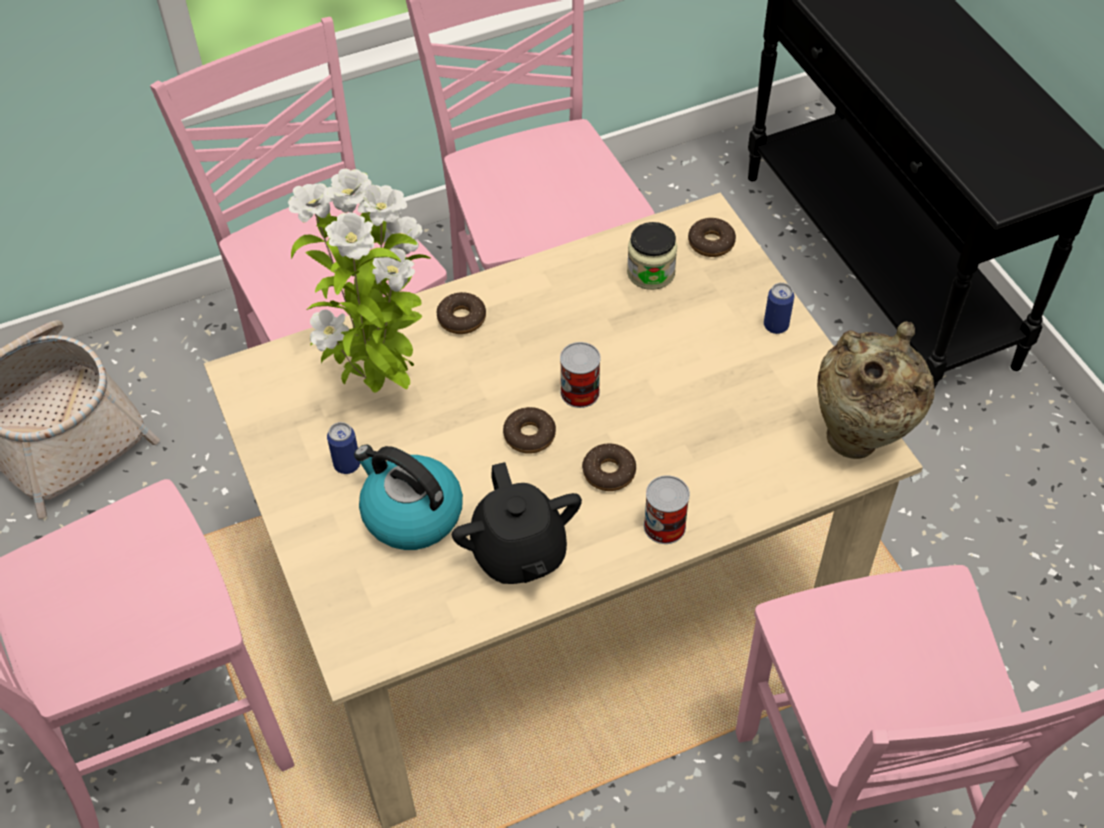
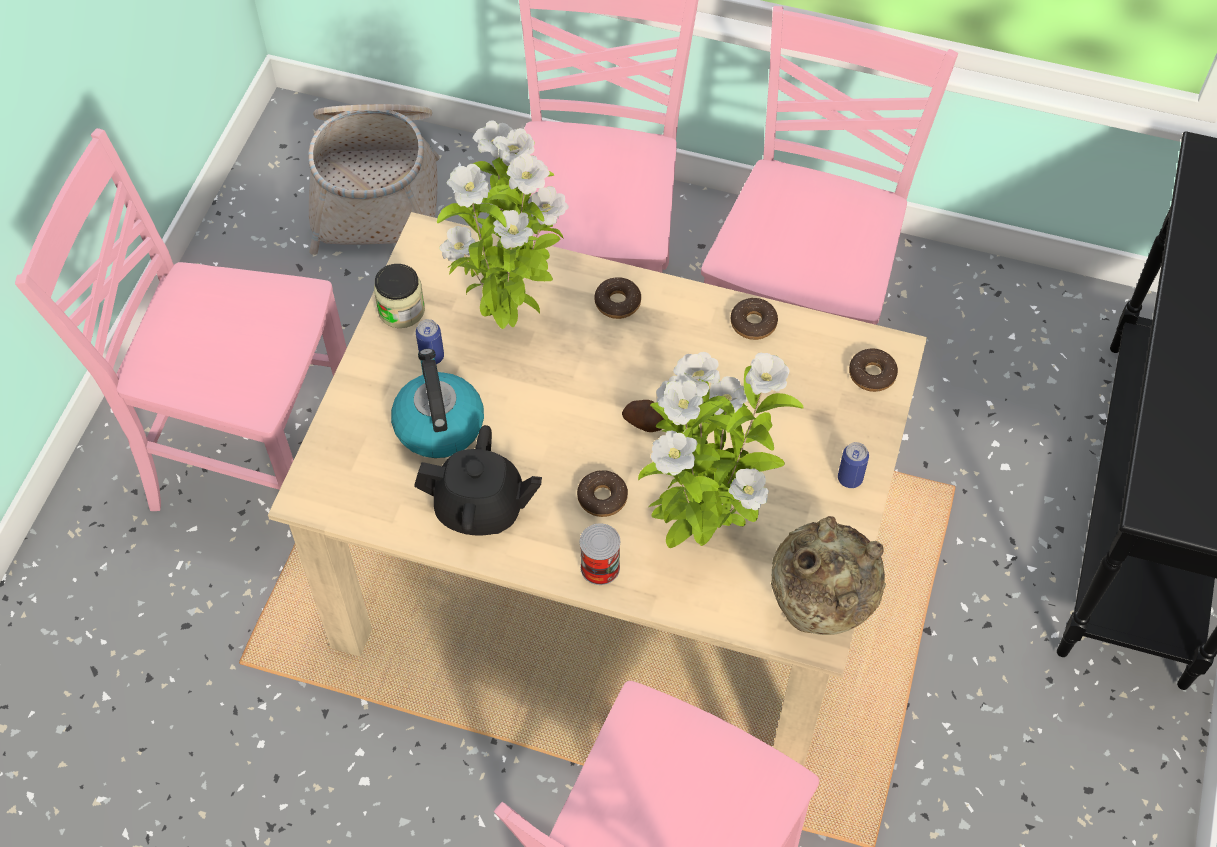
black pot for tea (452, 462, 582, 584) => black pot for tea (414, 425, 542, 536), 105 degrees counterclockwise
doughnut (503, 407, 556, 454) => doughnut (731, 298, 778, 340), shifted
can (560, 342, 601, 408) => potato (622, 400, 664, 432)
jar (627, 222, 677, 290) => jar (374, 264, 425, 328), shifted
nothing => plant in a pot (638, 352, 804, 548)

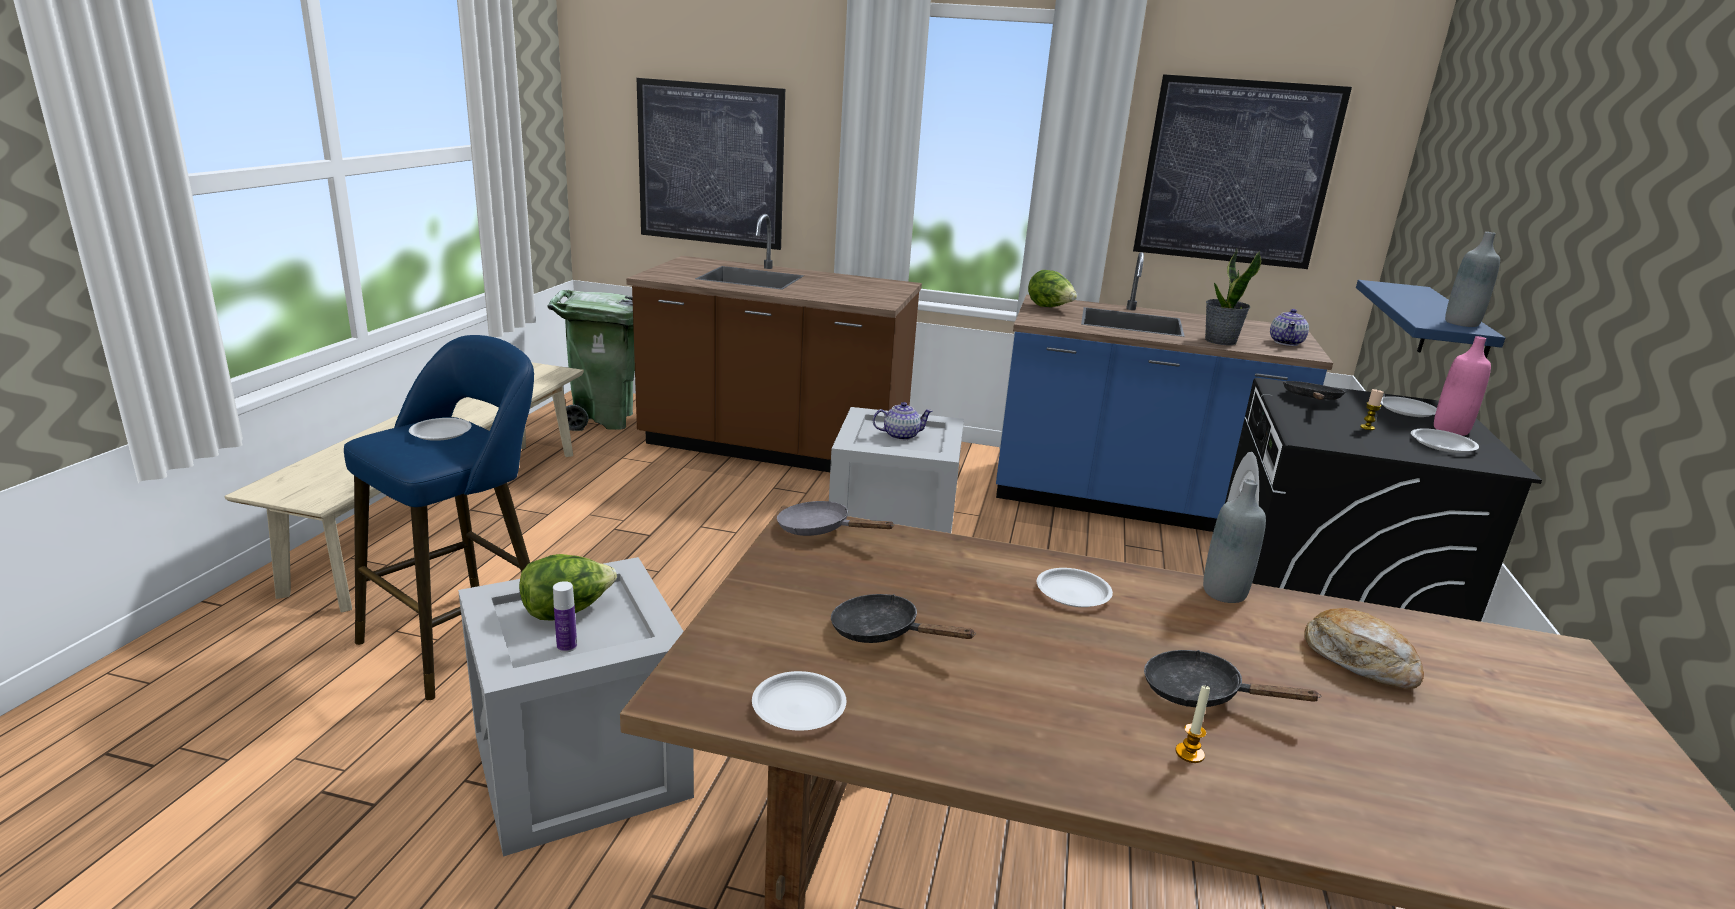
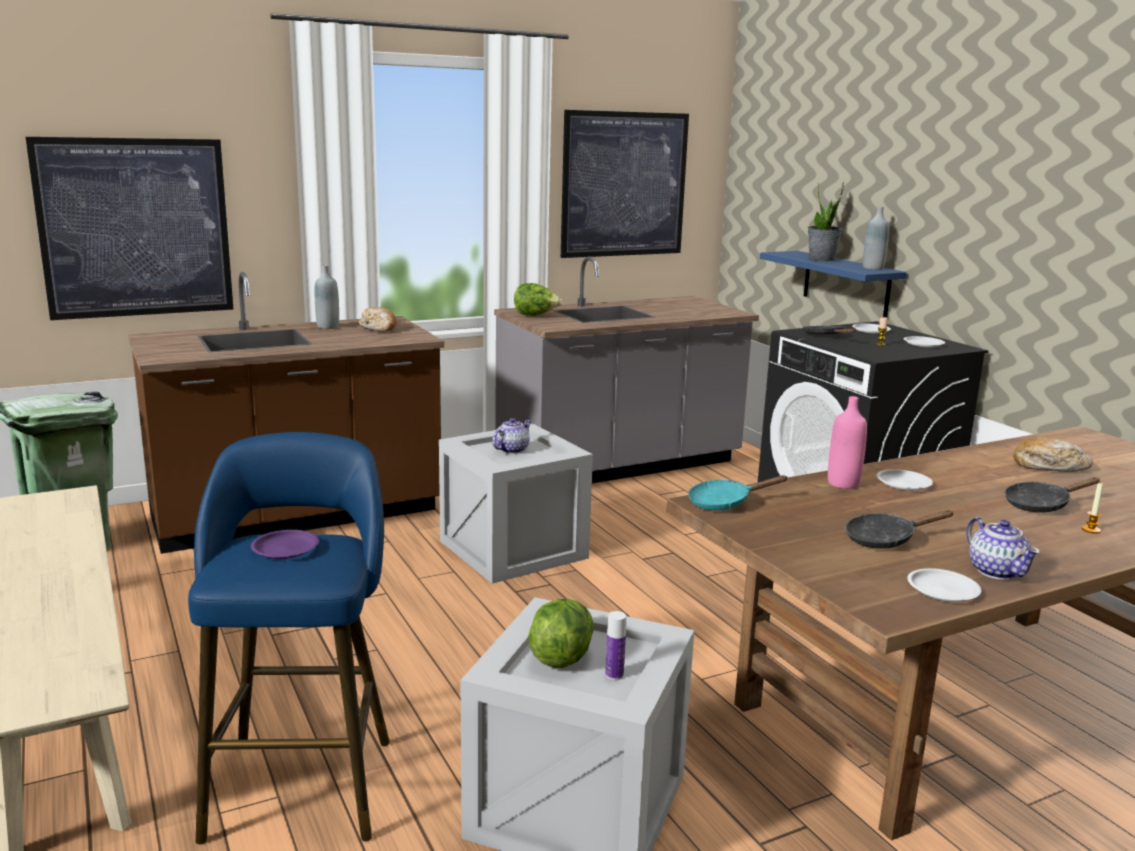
whitish dinner plate (409, 418, 472, 441) => purple dinner plate (251, 530, 319, 559)
gray pan (777, 501, 895, 536) => turquoise pan (688, 475, 788, 511)
blue-coloured counter (996, 252, 1333, 532) => gray counter (494, 256, 759, 483)
gray drink bottle (1203, 480, 1266, 603) => gray drink bottle (315, 265, 339, 329), shifted
plant in a pot (1205, 248, 1262, 345) => plant in a pot (807, 181, 844, 261), shifted
pot for tea (1270, 309, 1309, 346) => pot for tea (966, 517, 1041, 580), shifted
pink drink bottle (1434, 336, 1491, 436) => pink drink bottle (828, 396, 867, 489), shifted
nothing => baked bread (359, 307, 397, 332)

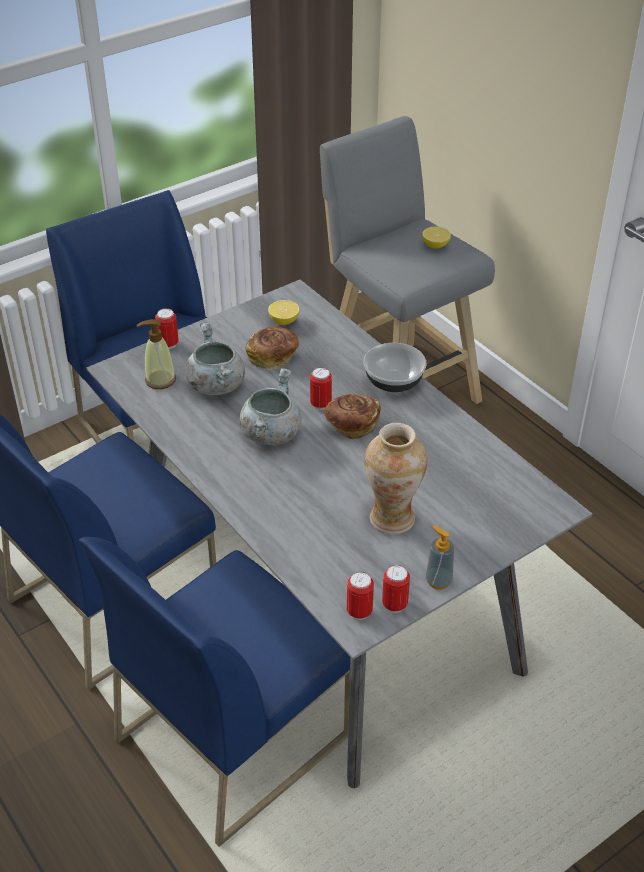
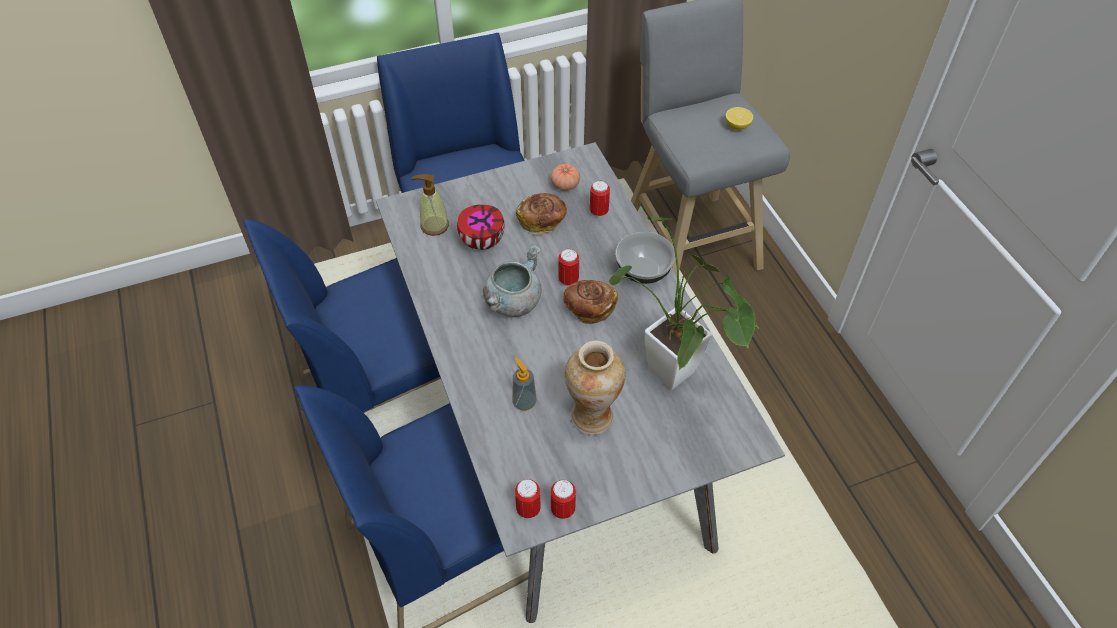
can (155, 308, 179, 349) => can (590, 180, 610, 217), shifted
gray stockpot (185, 323, 245, 395) => bowl (457, 204, 504, 250)
whole lemon (268, 300, 300, 325) => whole tomato (551, 164, 580, 190)
liquid soap bottle (426, 525, 454, 590) => liquid soap bottle (512, 357, 536, 411), shifted
nothing => plant in a pot (609, 215, 758, 389)

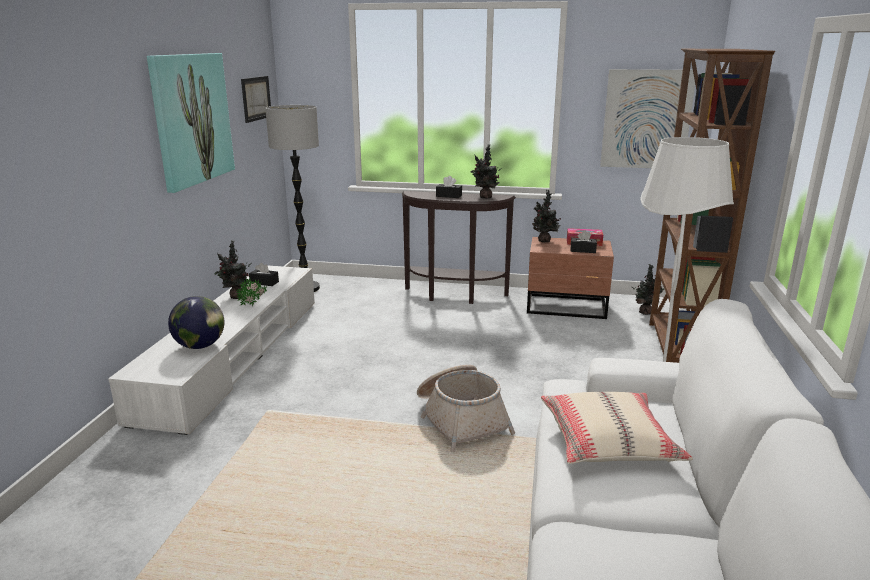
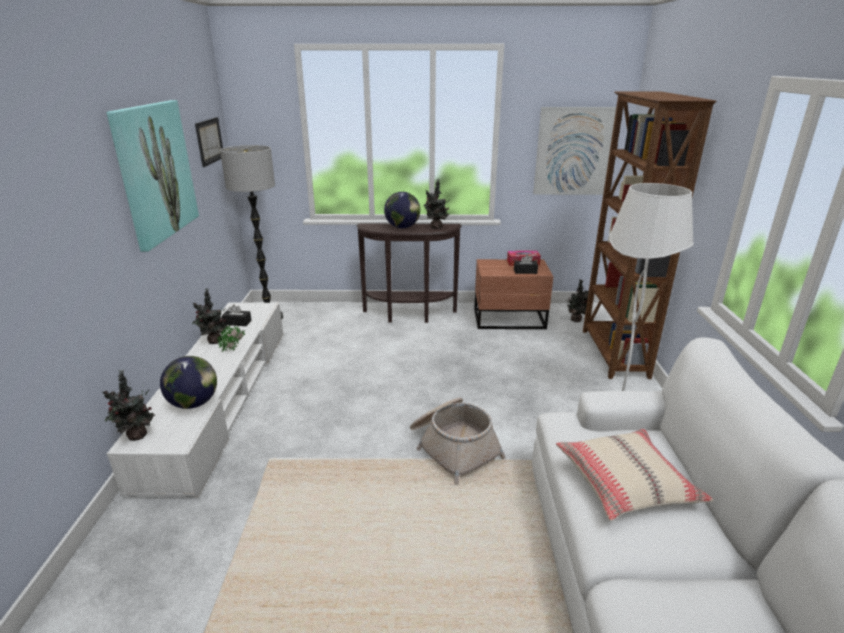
black box of tissues (436, 176, 462, 198) => world globe (384, 192, 420, 228)
plant in a pot (532, 190, 561, 242) => plant in a pot (102, 370, 155, 441), shifted

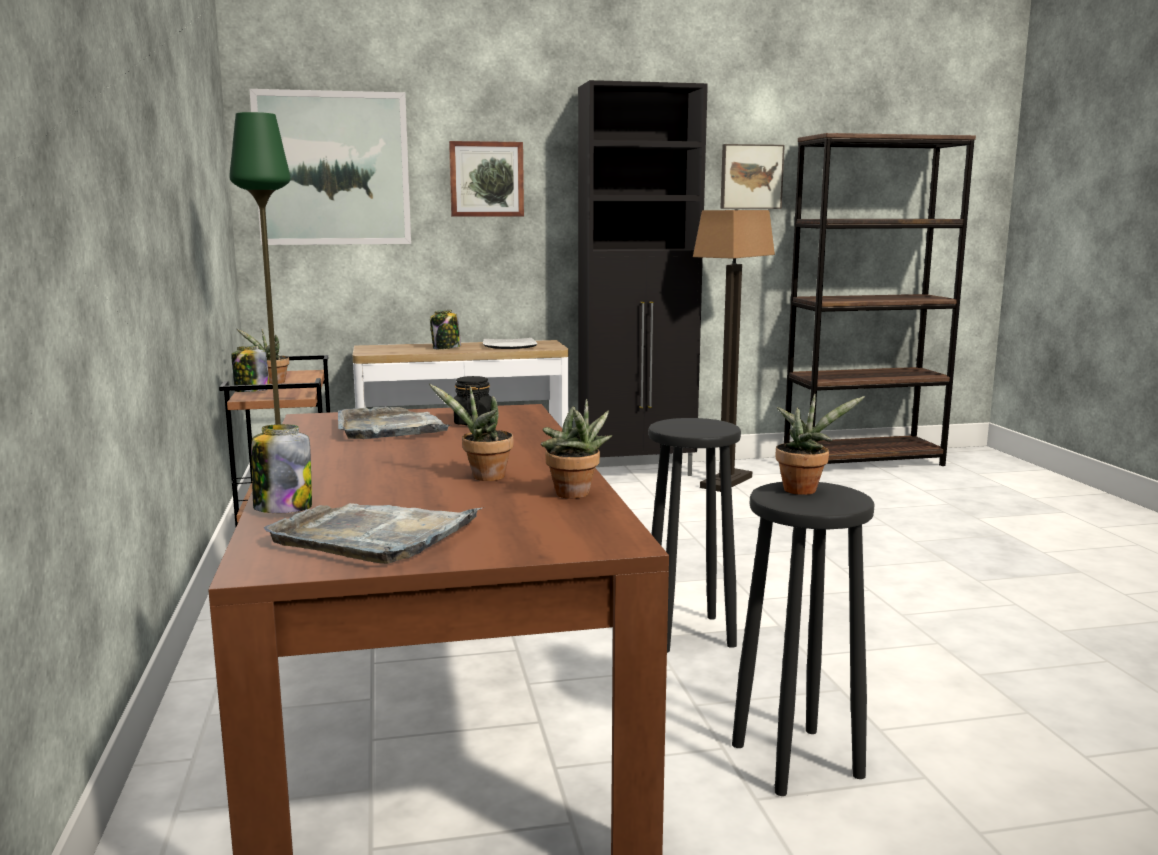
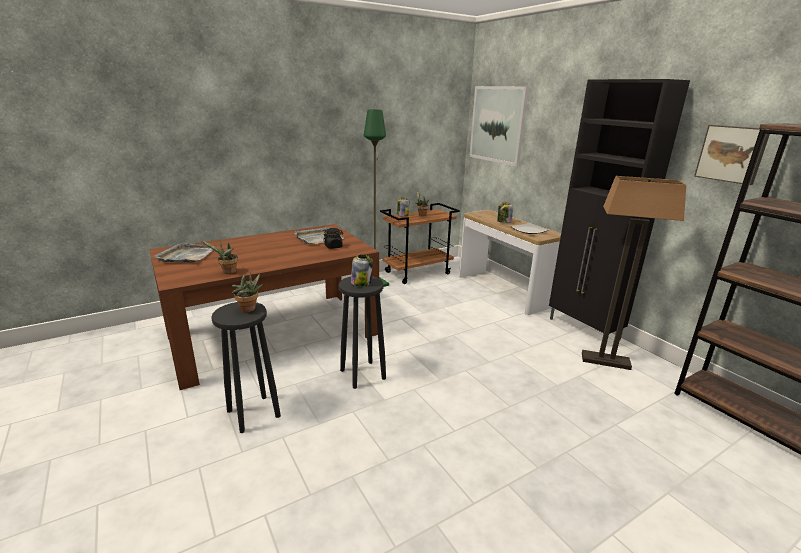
jar (251, 424, 312, 513) => jar (351, 254, 373, 286), shifted
plant in a pot (429, 384, 514, 481) => nothing
picture (449, 141, 524, 217) => nothing

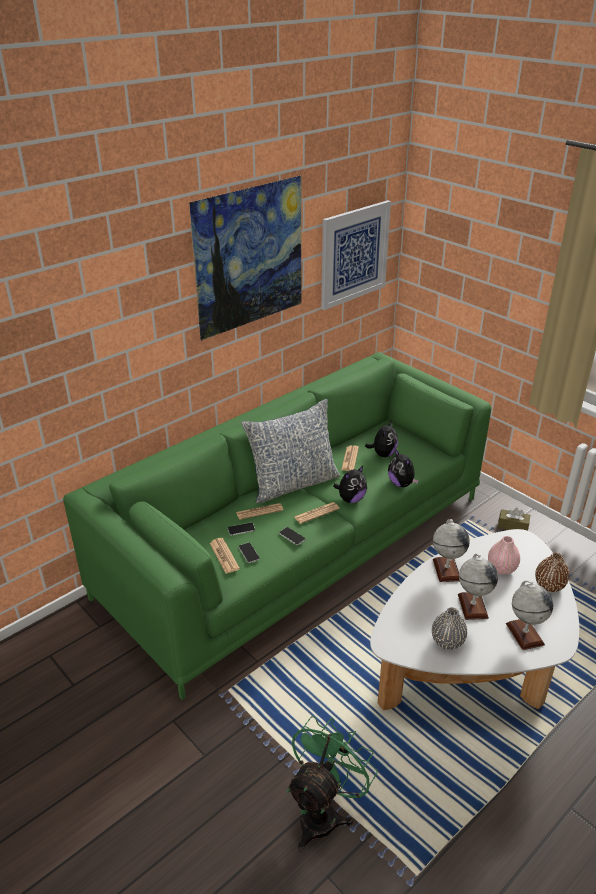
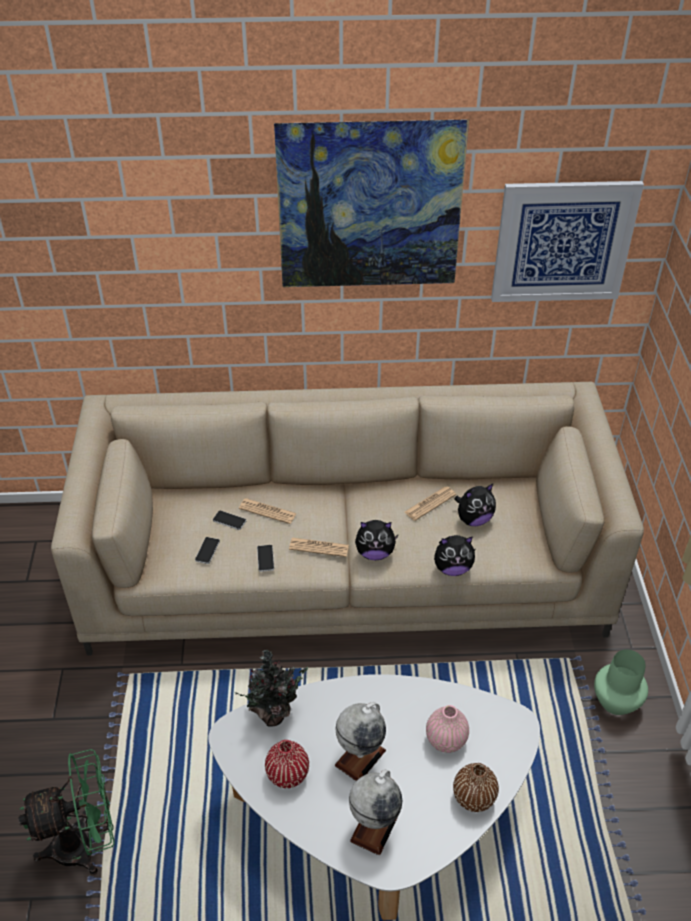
green-coloured sofa (63, 352, 491, 700) => beige sofa (51, 382, 644, 655)
newspaper (210, 538, 240, 573) => nothing
throw pillow (241, 399, 340, 503) => nothing
soft toy (388, 449, 419, 487) => soft toy (434, 535, 476, 576), 105 degrees counterclockwise
gray decorative vase (432, 607, 467, 650) => reddish decorative vase (265, 740, 309, 788)
world globe (433, 519, 470, 582) => nothing
brown box of tissues (498, 508, 530, 531) => green-coloured decorative vase (594, 649, 648, 715)
nothing => plant in a pot (235, 650, 308, 727)

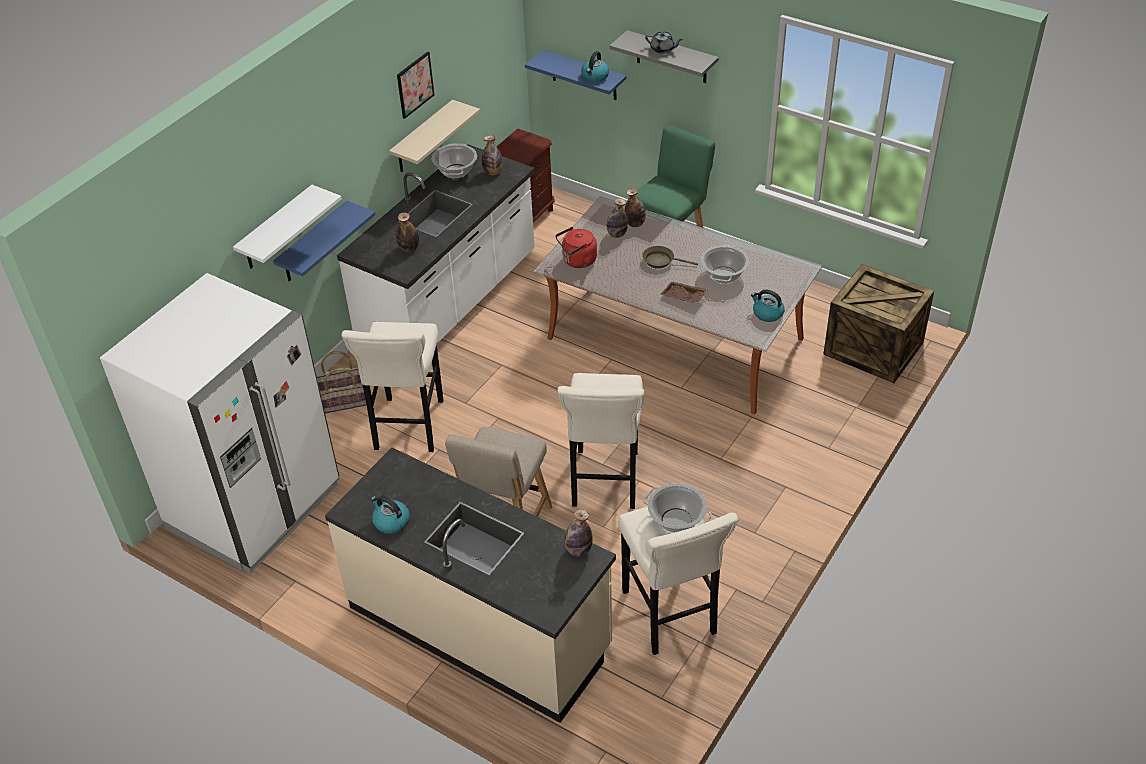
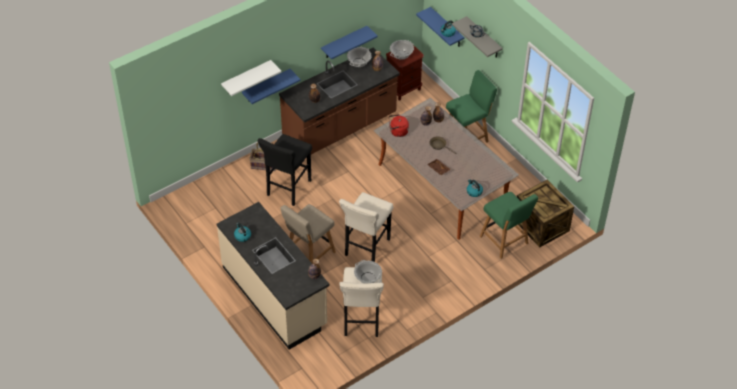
whitish refrigerator (100, 273, 340, 573) => nothing
whitish counter (337, 144, 535, 343) => brown counter (279, 47, 400, 154)
beige stool (341, 322, 443, 452) => black stool (257, 134, 312, 206)
beige shelf (389, 100, 480, 173) => blue-coloured shelf (321, 26, 378, 60)
picture (397, 52, 434, 119) => nothing
stockpot (700, 244, 749, 284) => stockpot (390, 40, 414, 60), shifted
nothing => green-coloured plain chair (480, 192, 538, 259)

